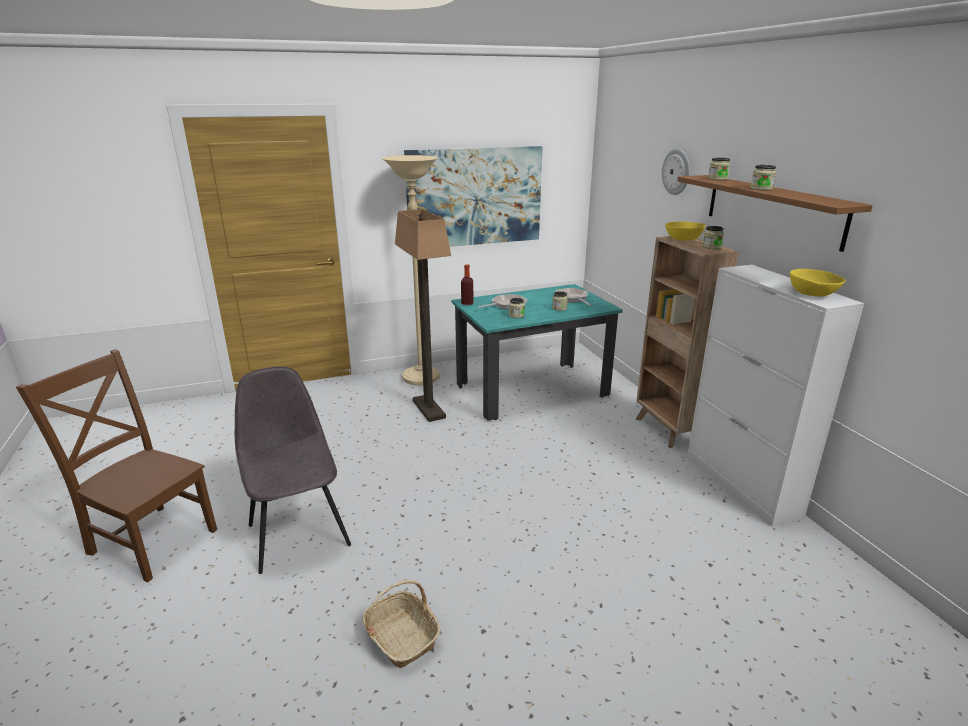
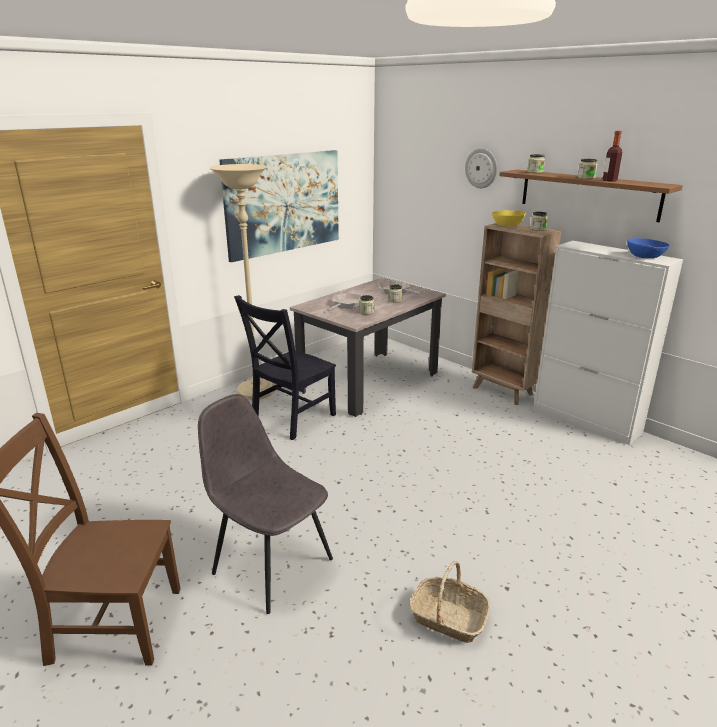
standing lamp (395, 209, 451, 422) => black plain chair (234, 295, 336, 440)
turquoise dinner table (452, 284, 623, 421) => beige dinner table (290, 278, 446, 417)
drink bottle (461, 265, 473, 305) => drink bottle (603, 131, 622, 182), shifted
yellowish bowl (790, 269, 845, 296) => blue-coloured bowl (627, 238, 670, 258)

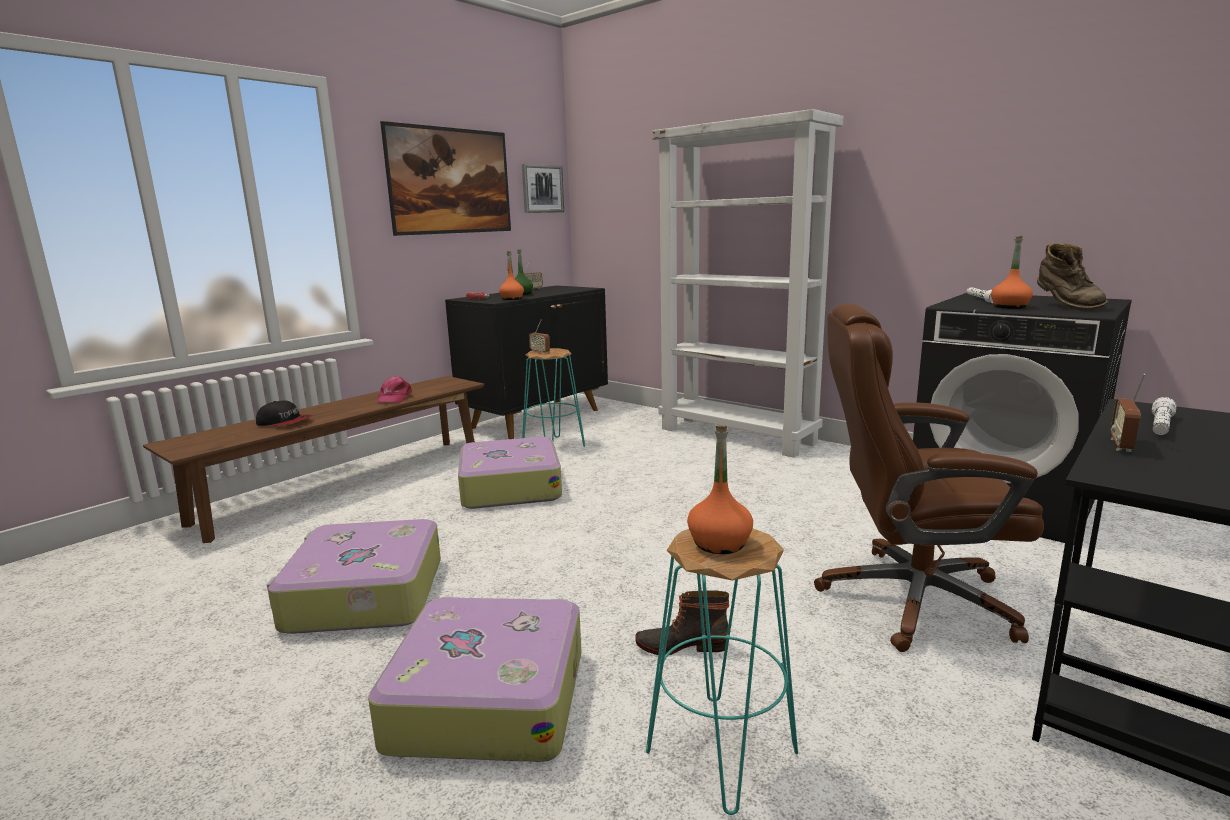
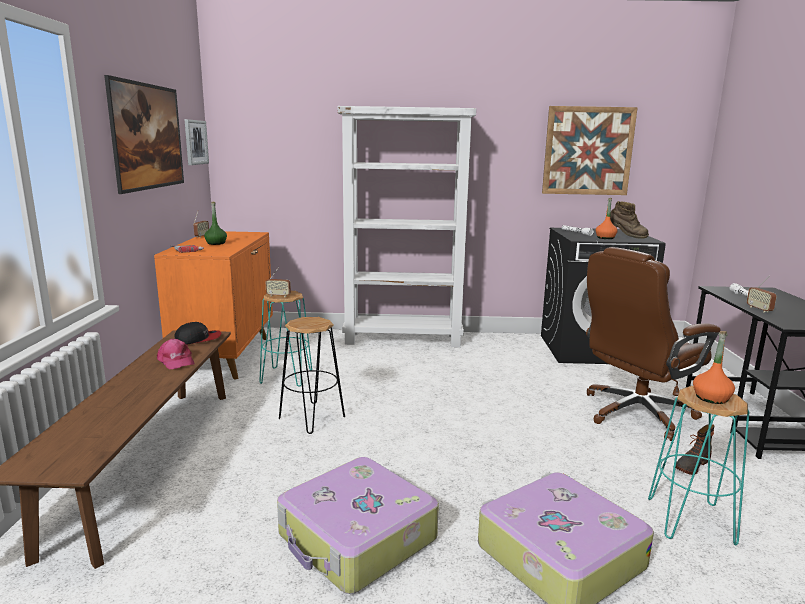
baseball cap (256, 401, 313, 426) => baseball cap (174, 322, 221, 345), shifted
black cupboard (445, 285, 608, 439) => orange cupboard (154, 231, 273, 379)
travel case (458, 437, 562, 509) => black stool (279, 317, 345, 434)
orange drink bottle (499, 251, 524, 300) => nothing
boot (635, 591, 729, 656) => boot (676, 424, 715, 475), shifted
nothing => picture (542, 106, 638, 195)

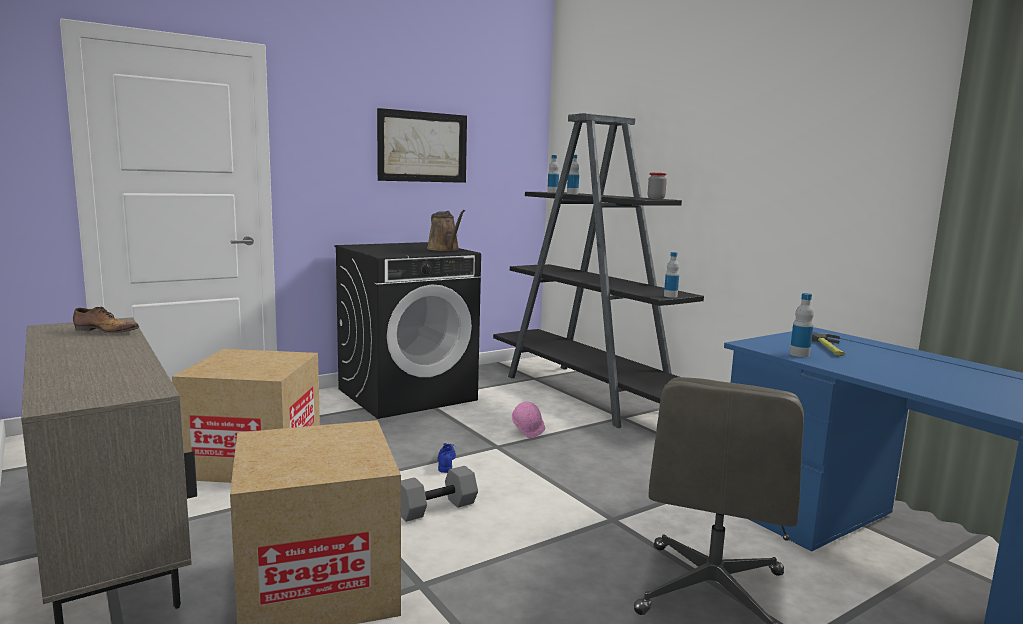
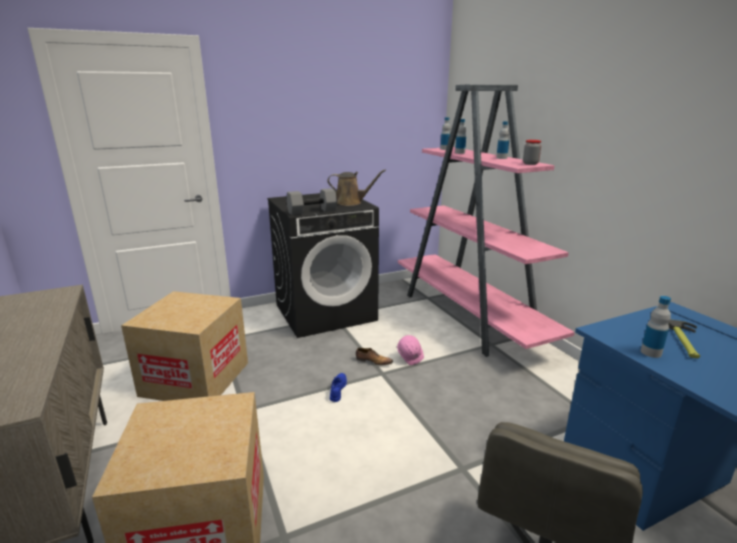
shoe (73, 307, 139, 333) => shoe (356, 348, 393, 365), shifted
picture (377, 108, 467, 183) => nothing
gray free weight (401, 466, 478, 522) => gray free weight (287, 188, 337, 215), shifted
brown watering can (427, 210, 465, 251) => brown watering can (327, 169, 386, 206), 60 degrees counterclockwise
black bookshelf (493, 113, 704, 428) => pink bookshelf (398, 85, 575, 357)
drink bottle (664, 252, 679, 298) => drink bottle (496, 121, 509, 159), shifted

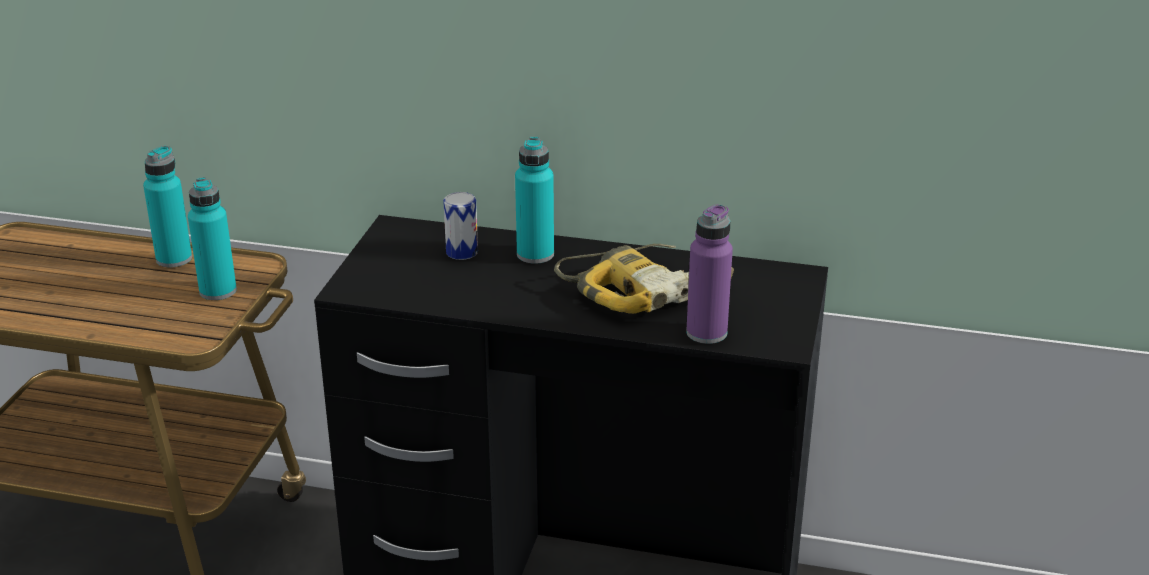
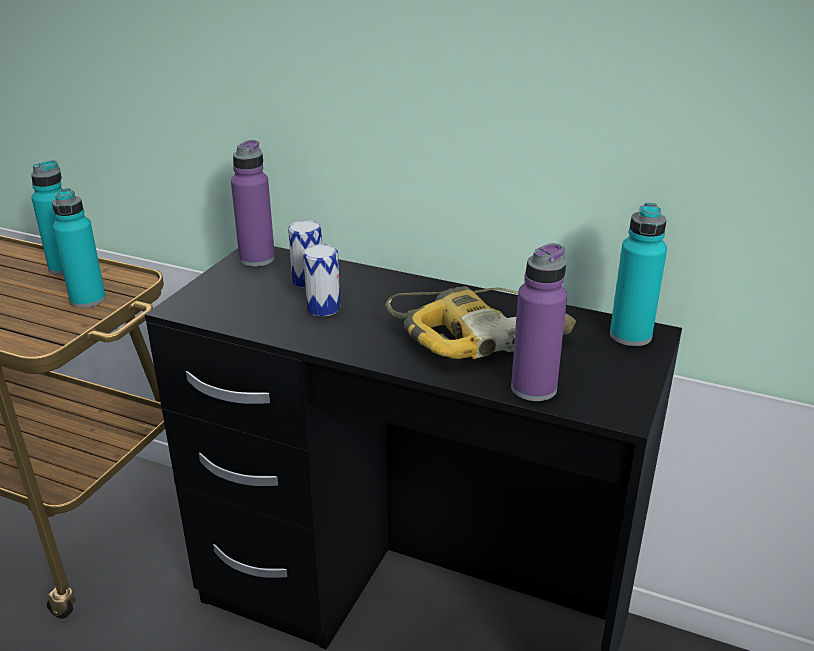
turquoise drink bottle (515, 137, 554, 264) => turquoise drink bottle (610, 203, 667, 346), shifted
nothing => purple drink bottle (231, 140, 275, 267)
nothing => can (303, 244, 341, 316)

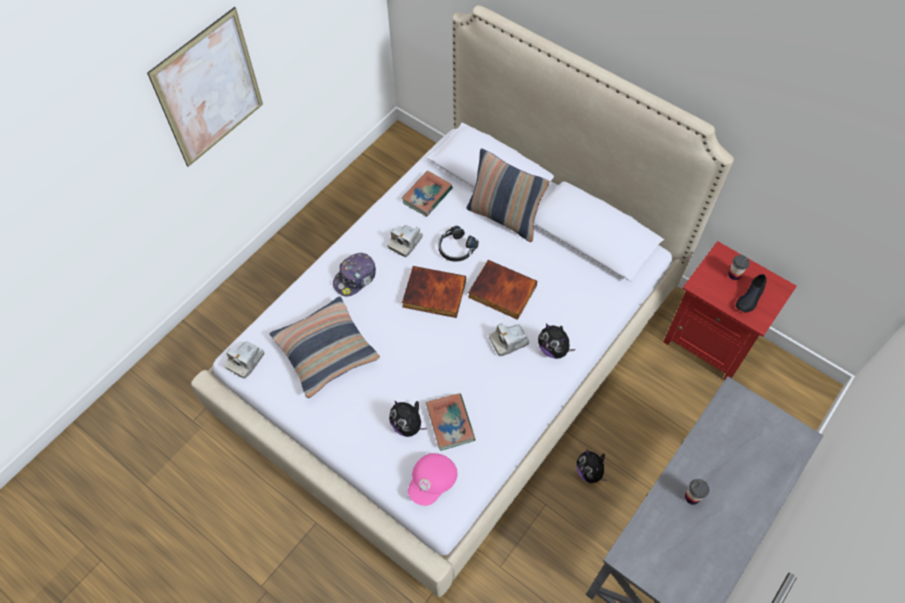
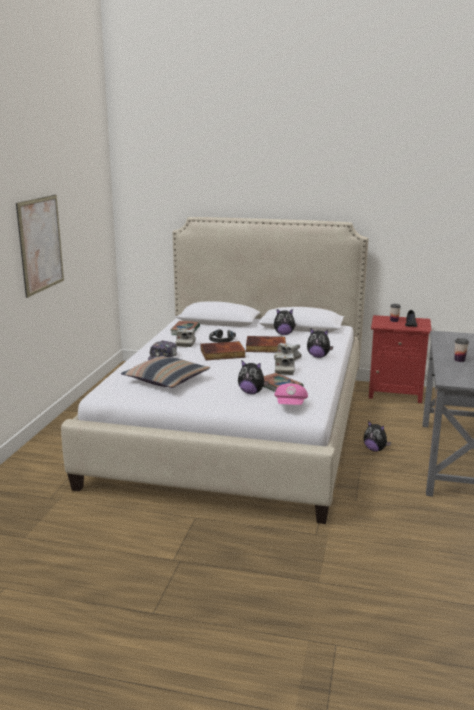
photo camera (224, 341, 264, 378) => photo camera (275, 353, 295, 375), shifted
throw pillow (466, 148, 550, 242) => nothing
nothing => soft toy (274, 309, 296, 335)

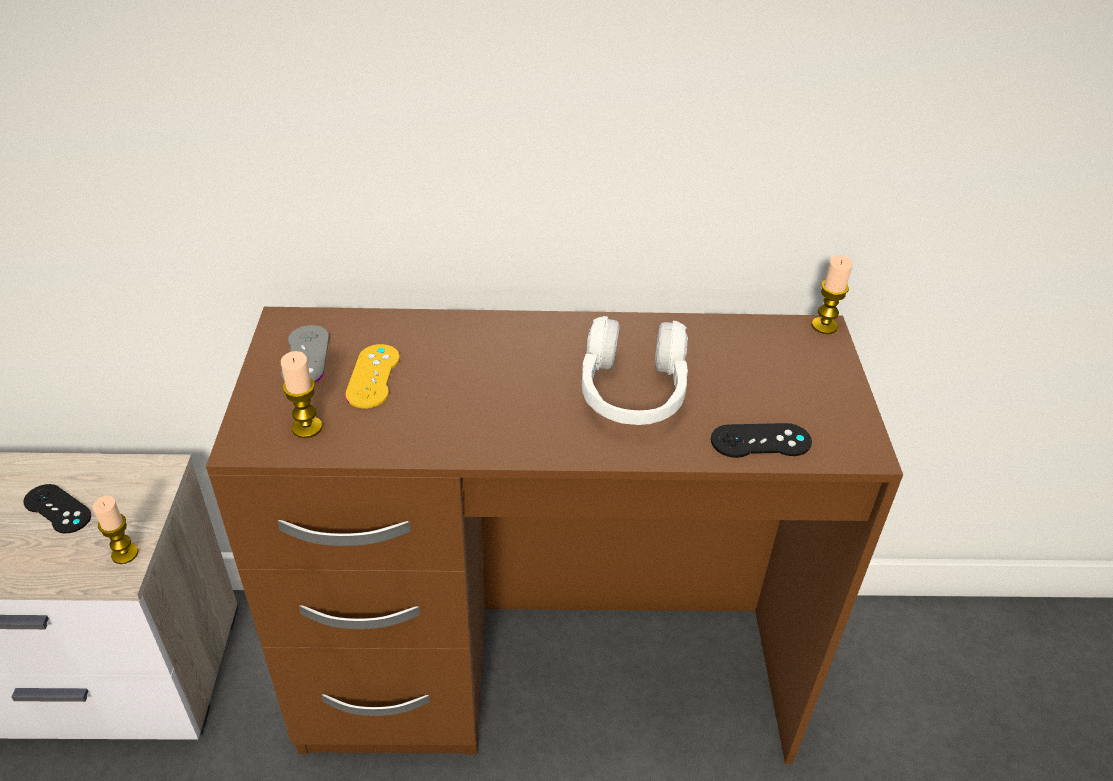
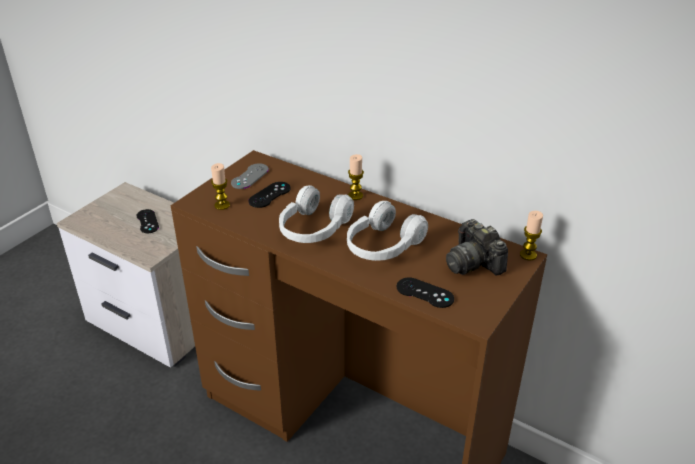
candle (93, 495, 138, 564) => candle (348, 154, 364, 200), shifted
yellowish gamepad (345, 344, 400, 408) => black gamepad (248, 182, 291, 208)
nothing => whitish headphones (279, 185, 354, 243)
nothing => photo camera (446, 219, 508, 276)

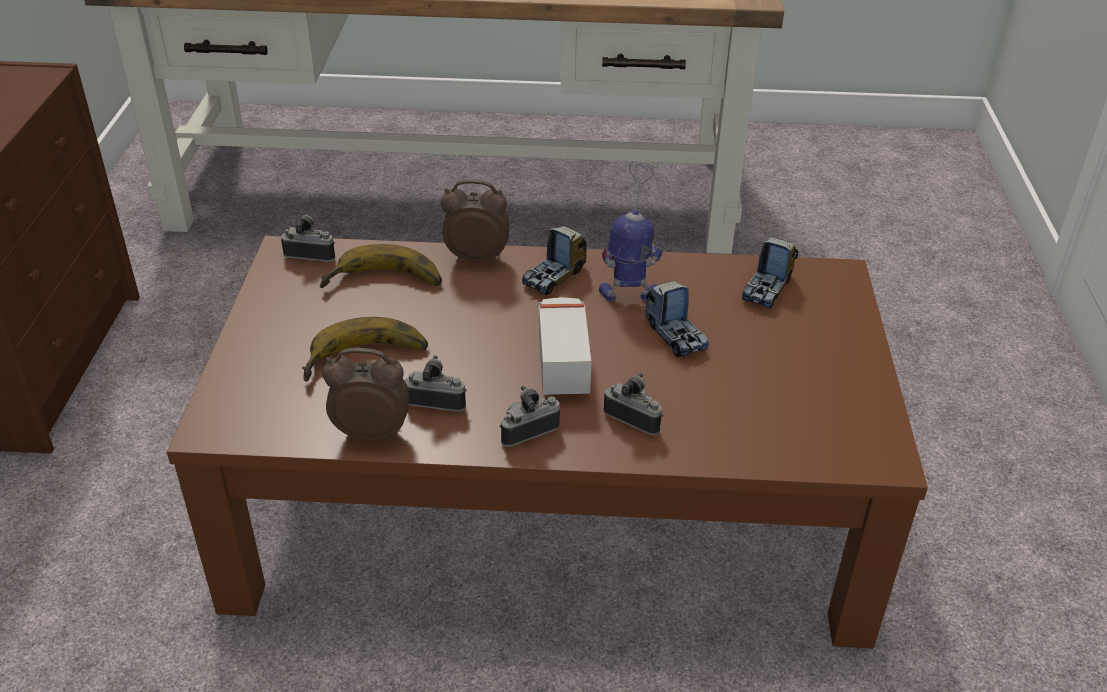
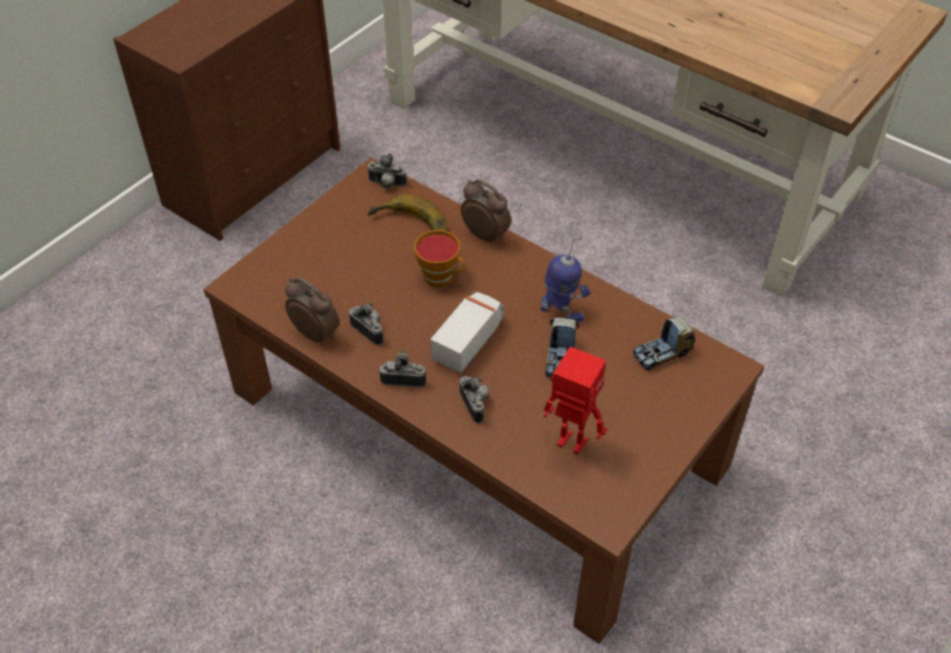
photo camera (281, 213, 335, 262) => photo camera (368, 153, 407, 189), 150 degrees clockwise
whole banana (302, 317, 428, 382) => nothing
toy truck (522, 226, 587, 295) => nothing
nothing => drinking cup (414, 230, 466, 287)
nothing => toy robot (544, 347, 607, 454)

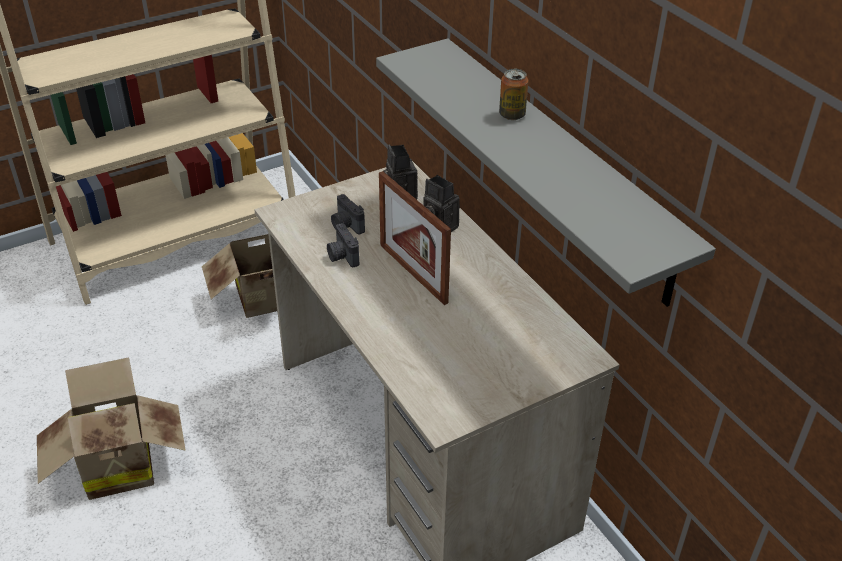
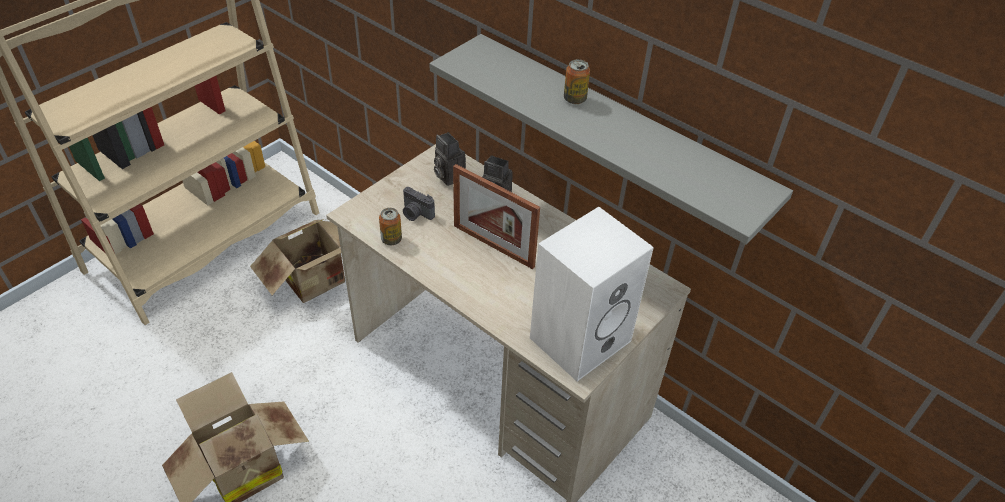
photo camera (327, 223, 359, 267) => nothing
nothing => can (379, 208, 402, 245)
nothing => whitish audio speaker (530, 207, 654, 381)

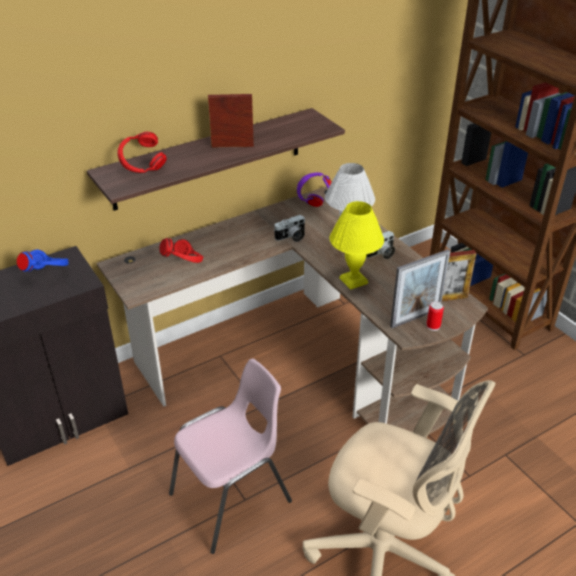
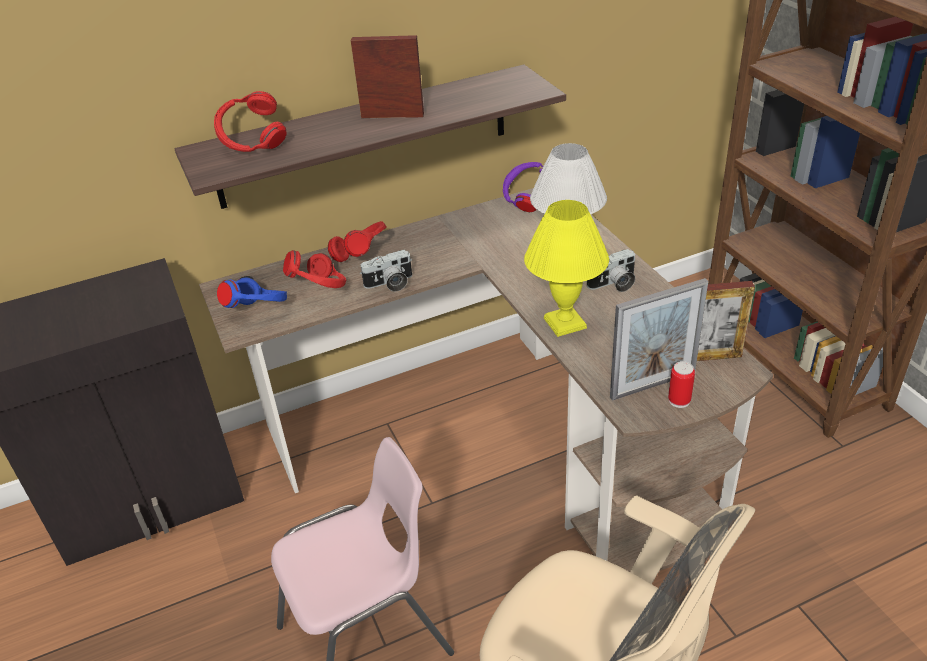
blue-coloured headphones (17, 250, 69, 272) => blue-coloured headphones (217, 277, 287, 308), shifted
photo camera (274, 215, 305, 242) => photo camera (360, 250, 412, 291), shifted
nothing => reddish headphones (328, 221, 387, 262)

